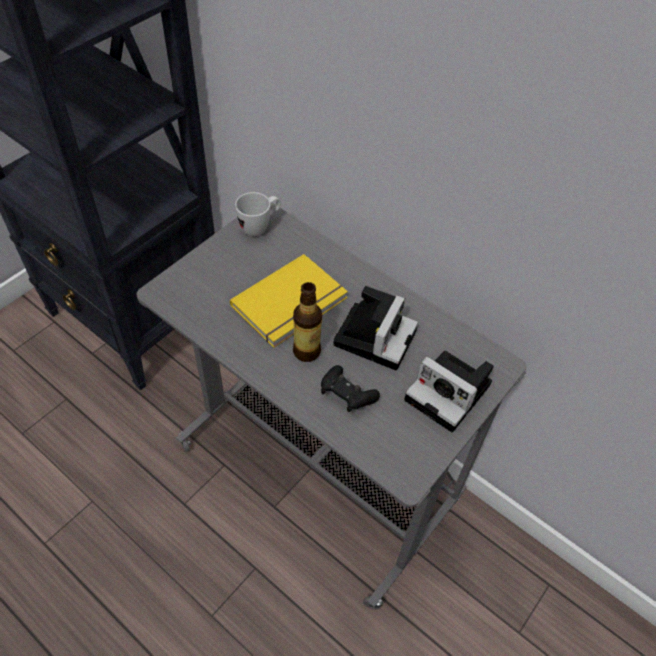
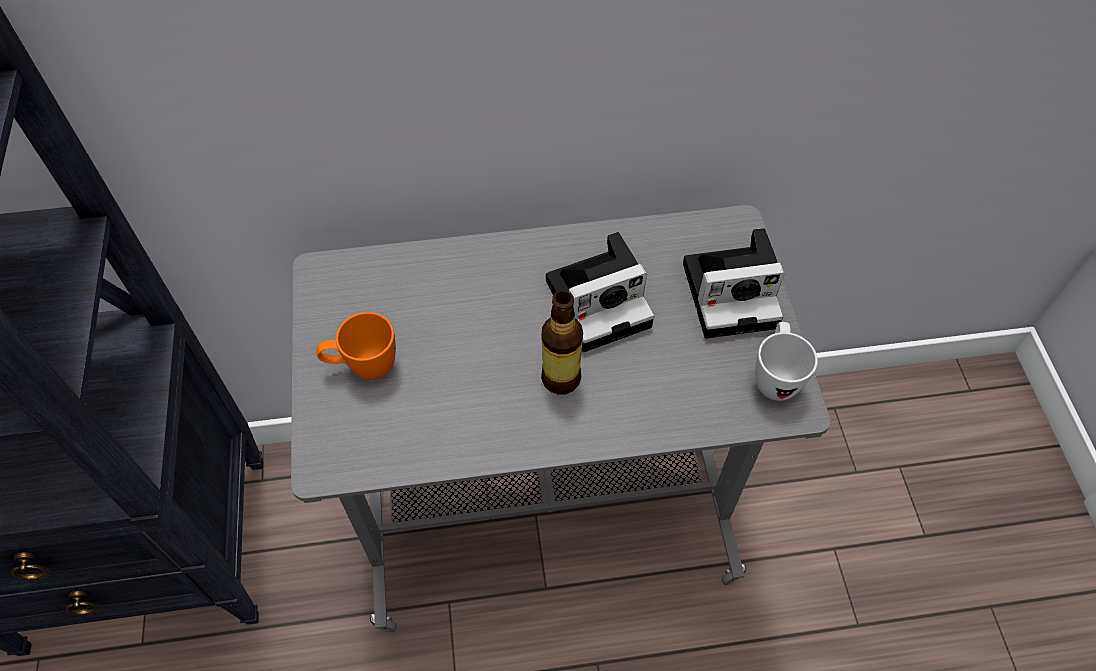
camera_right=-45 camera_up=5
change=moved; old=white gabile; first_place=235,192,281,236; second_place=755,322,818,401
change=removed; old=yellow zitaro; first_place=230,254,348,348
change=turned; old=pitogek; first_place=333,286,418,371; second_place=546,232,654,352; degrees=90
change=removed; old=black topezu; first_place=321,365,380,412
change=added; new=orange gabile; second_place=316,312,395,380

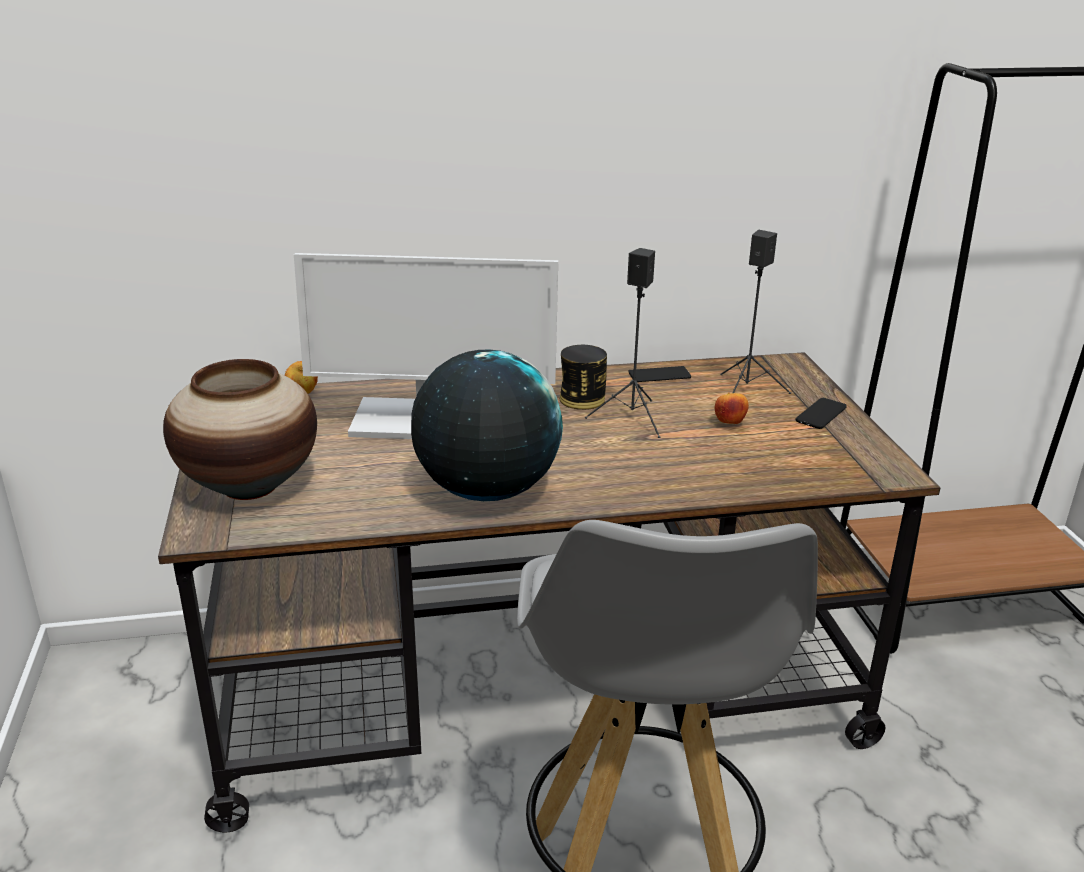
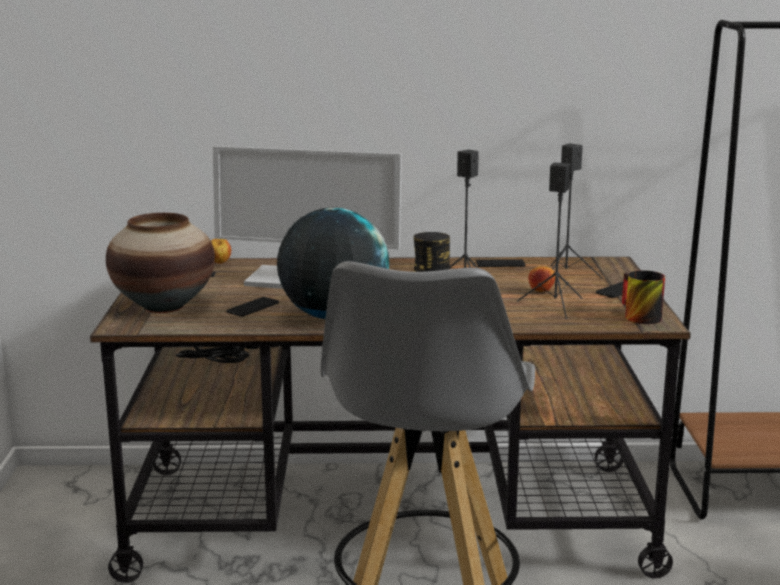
camera_right=10 camera_up=-10
change=added; new=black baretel; second_place=517,163,582,319
change=added; new=gabile; second_place=622,270,665,324
change=added; new=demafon; second_place=226,297,279,317

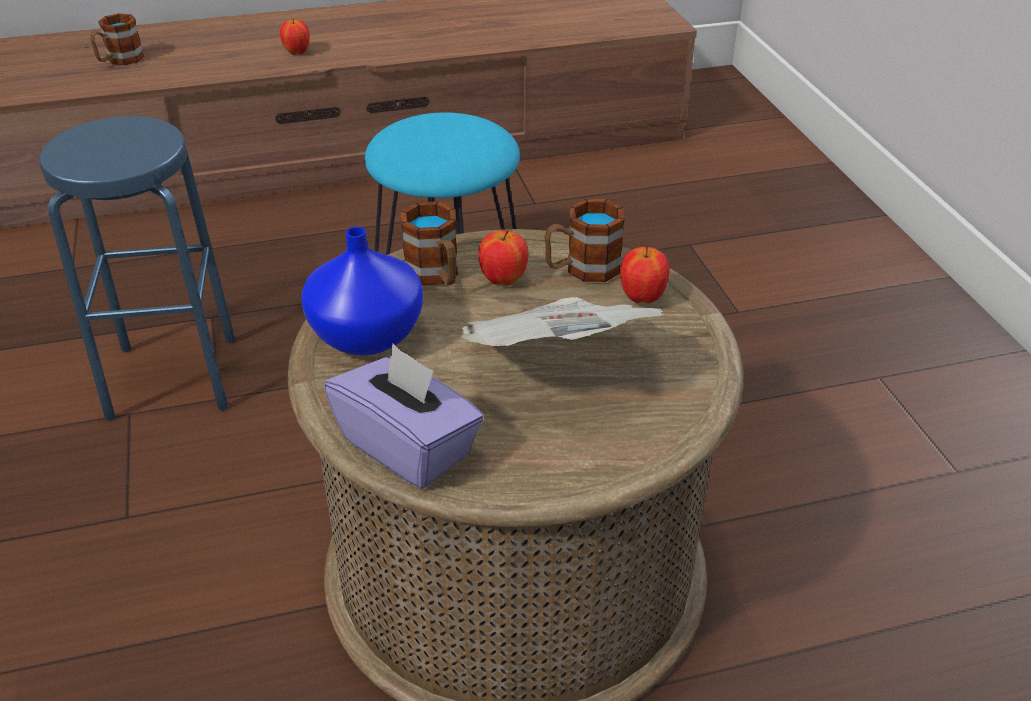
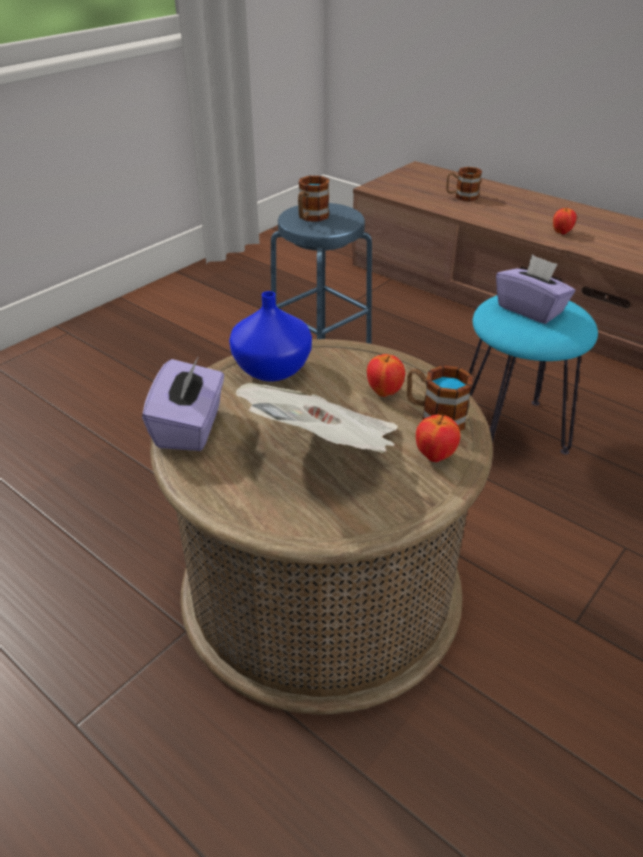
camera_right=55 camera_up=0
change=moved; old=gabile; first_place=401,201,458,285; second_place=298,176,329,222
change=added; new=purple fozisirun; second_place=496,255,575,324

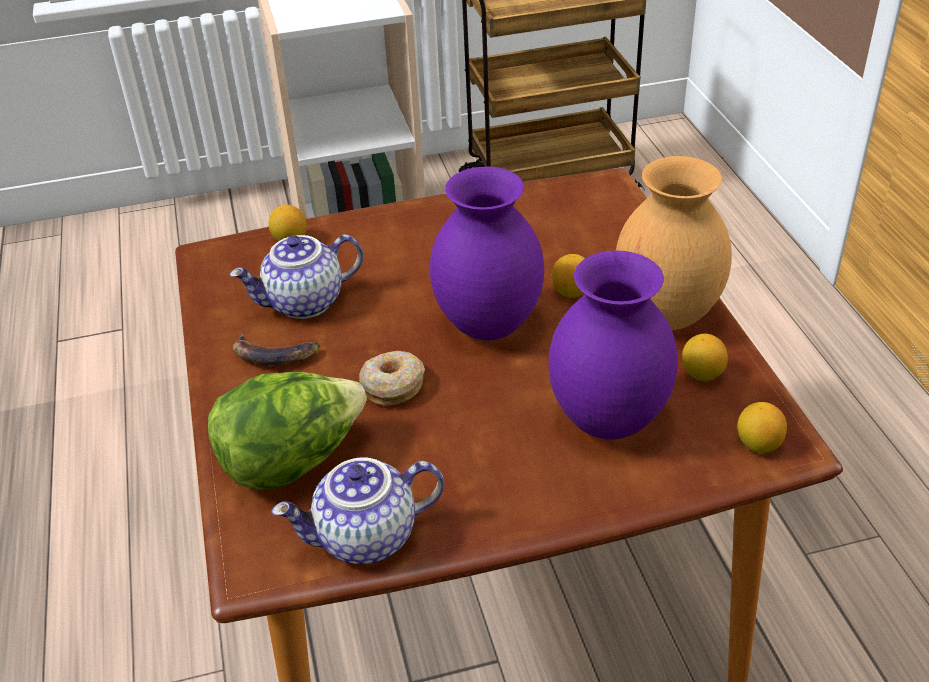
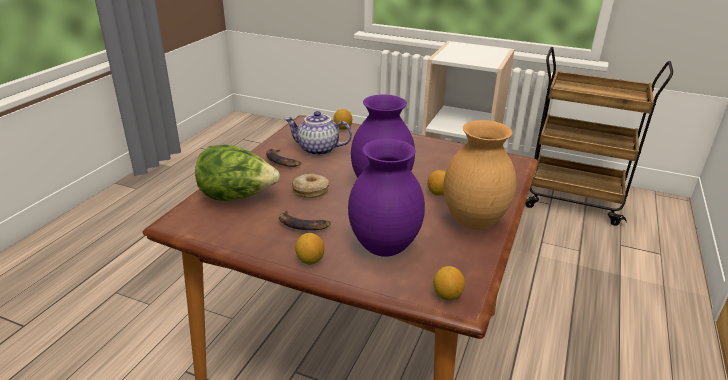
camera_right=35 camera_up=-10
change=moved; old=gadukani; first_place=682,334,728,381; second_place=295,233,324,264
change=removed; old=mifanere; first_place=272,457,444,564
change=added; new=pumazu; second_place=279,210,331,230

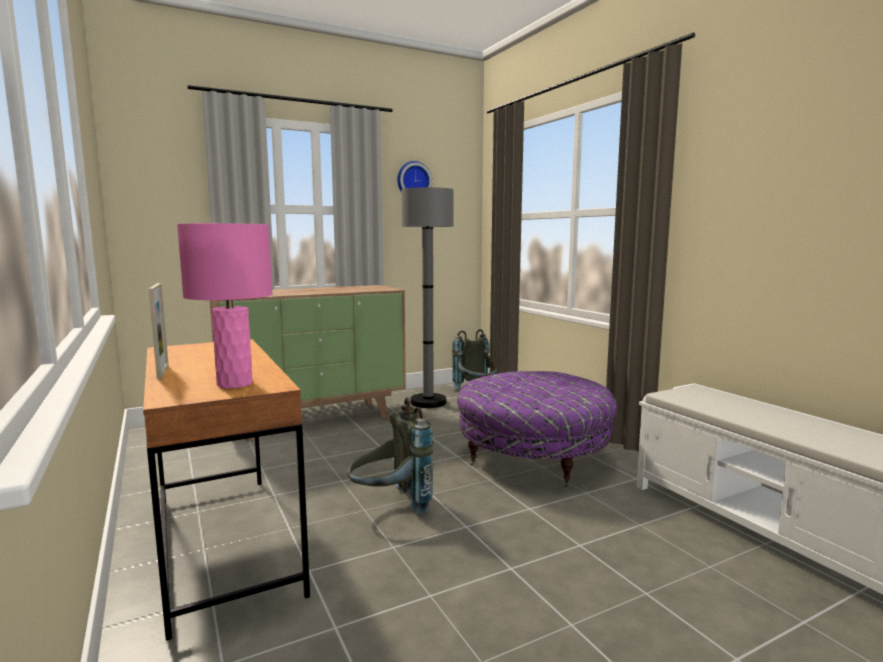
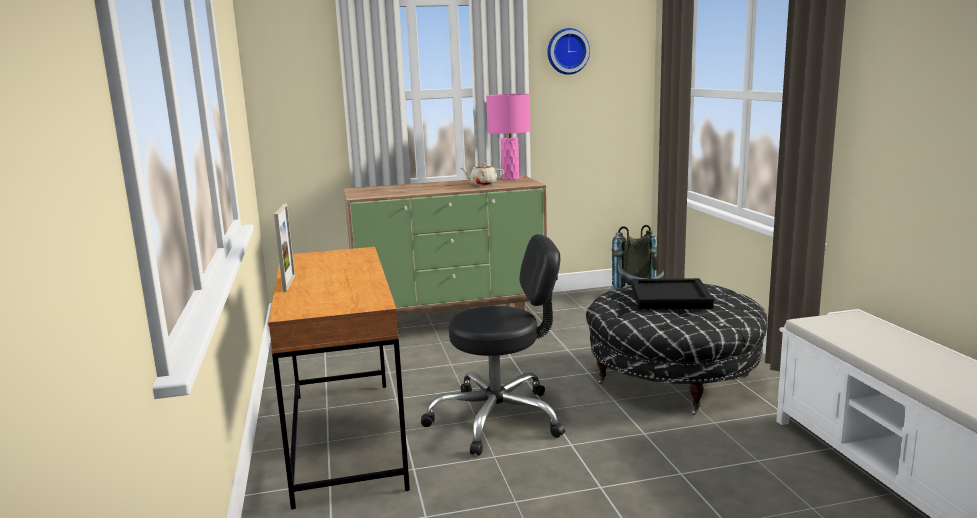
camera_right=15 camera_up=5
change=removed; old=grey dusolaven; first_place=401,187,454,408
change=moved; old=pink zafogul; first_place=177,223,273,389; second_place=486,94,531,180
change=recoloured; old=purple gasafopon; new=black gasafopon; first_place=457,371,617,487; second_place=586,284,767,415
change=replaced; old=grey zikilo; new=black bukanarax; first_place=347,397,433,514; second_place=421,234,565,456
change=added; new=beige mifanere; second_place=461,163,504,186
change=added; new=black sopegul; second_place=632,278,714,310

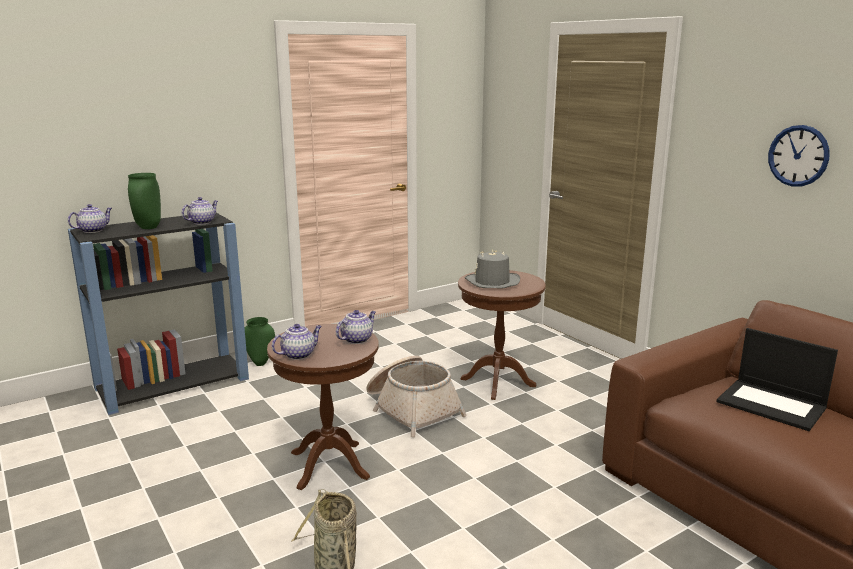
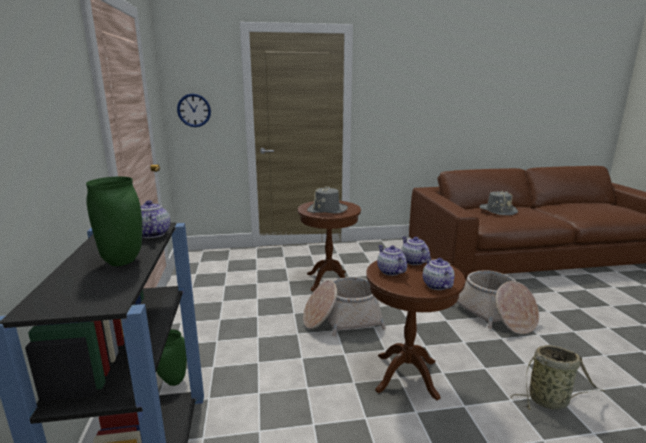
camera_right=-65 camera_up=0
change=moved; old=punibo; first_place=768,125,830,187; second_place=177,94,211,127
change=moved; old=mifanere; first_place=68,204,112,233; second_place=377,245,407,276
change=replaced; old=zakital; new=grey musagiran; first_place=716,328,838,431; second_place=479,190,518,215
change=added; new=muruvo; second_place=453,270,539,334

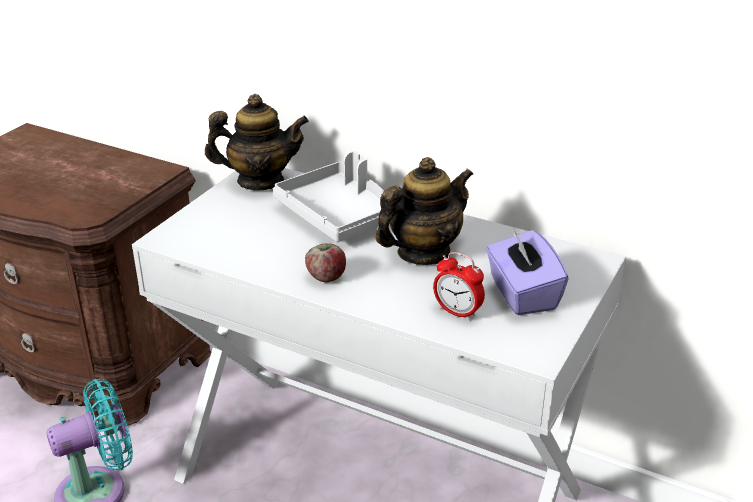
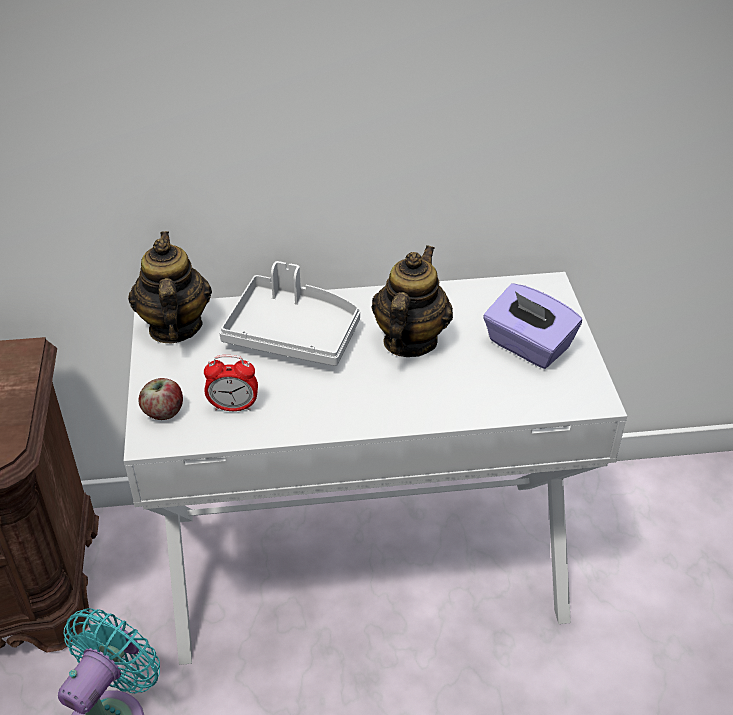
camera_right=-35 camera_up=10
change=turned; old=mifanere; first_place=205,94,309,191; second_place=128,231,212,343; degrees=-60
change=moved; old=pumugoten; first_place=305,243,346,283; second_place=138,378,183,420
change=moved; old=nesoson; first_place=433,252,485,321; second_place=204,355,258,411

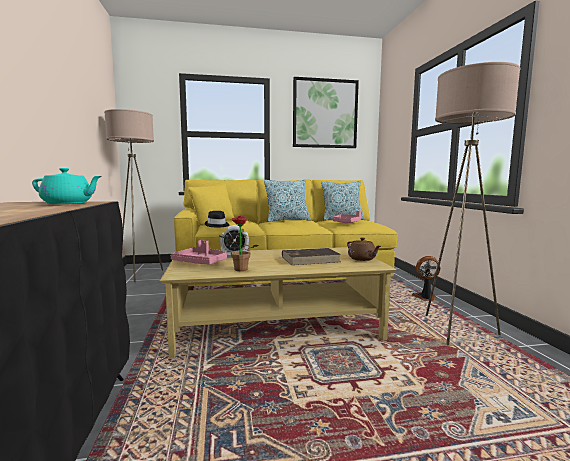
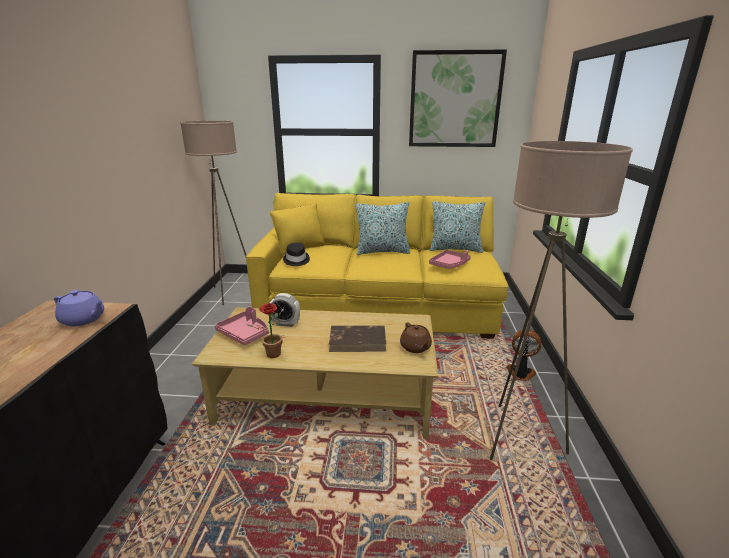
camera_right=15 camera_up=15
change=recoloured; old=turquoise mifanere; new=purple mifanere; first_place=32,168,102,204; second_place=54,290,104,327

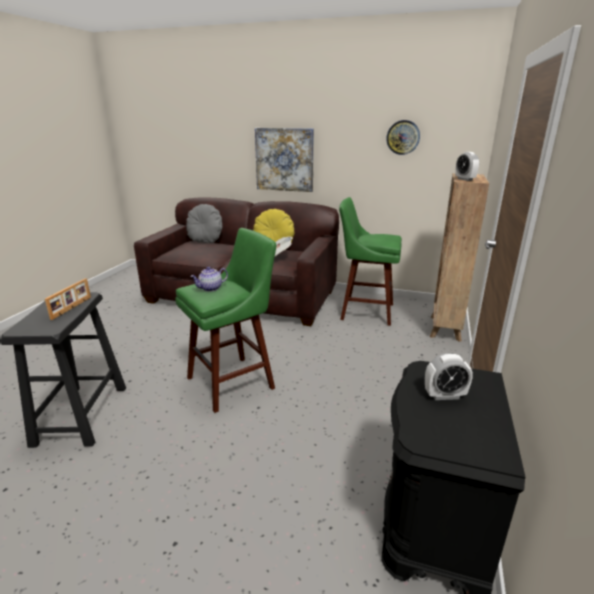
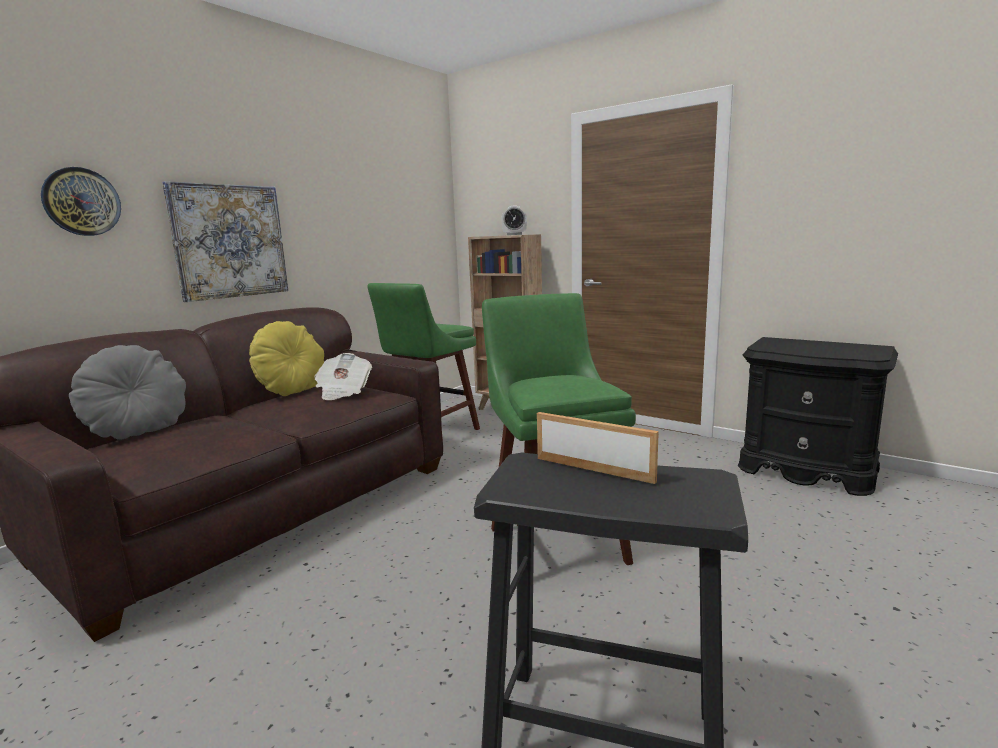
camera_right=-70 camera_up=-10
change=moved; old=punibo; first_place=386,120,420,155; second_place=41,167,121,236
change=removed; old=mifanere; first_place=190,267,228,292
change=removed; old=nesoson; first_place=425,353,473,400

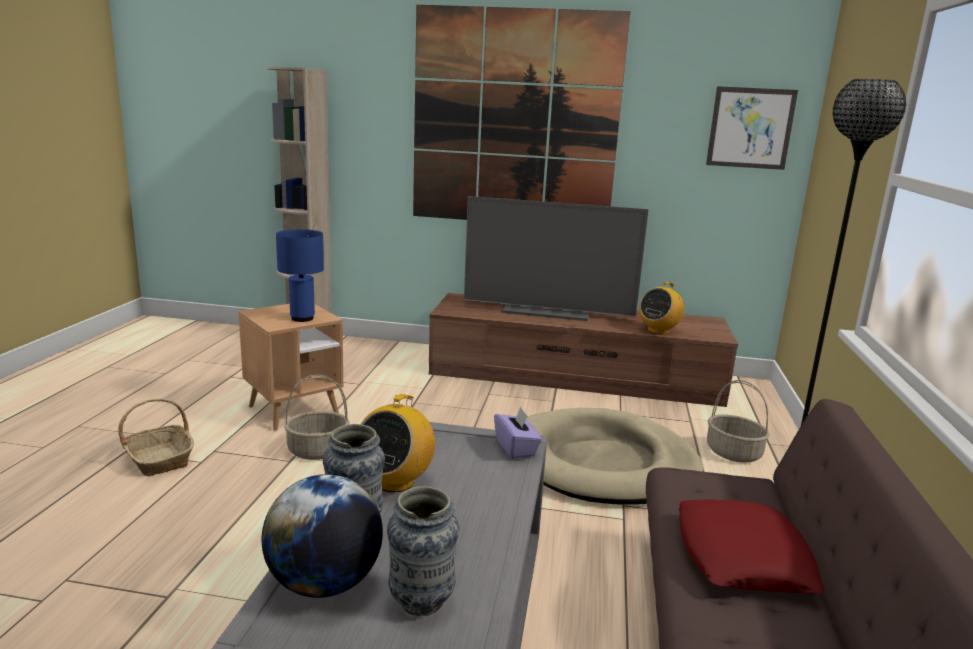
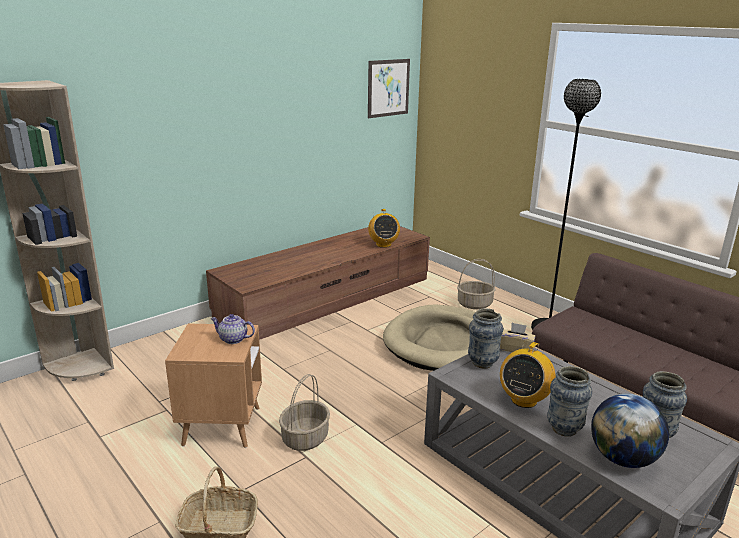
camera_right=-50 camera_up=5
change=removed; old=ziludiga; first_place=413,5,630,220
change=removed; old=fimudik; first_place=464,196,649,321
change=replaced; old=blue zafogul; new=mifanere; first_place=276,229,324,322; second_place=210,314,255,344
change=turned; old=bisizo; first_place=361,394,435,492; second_place=500,342,556,408; degrees=60
change=recoloured; old=purple fozisirun; new=beige fozisirun; first_place=494,407,542,459; second_place=500,323,535,352
change=removed; old=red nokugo; first_place=679,500,825,594
change=added; new=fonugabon; second_place=468,308,503,369

